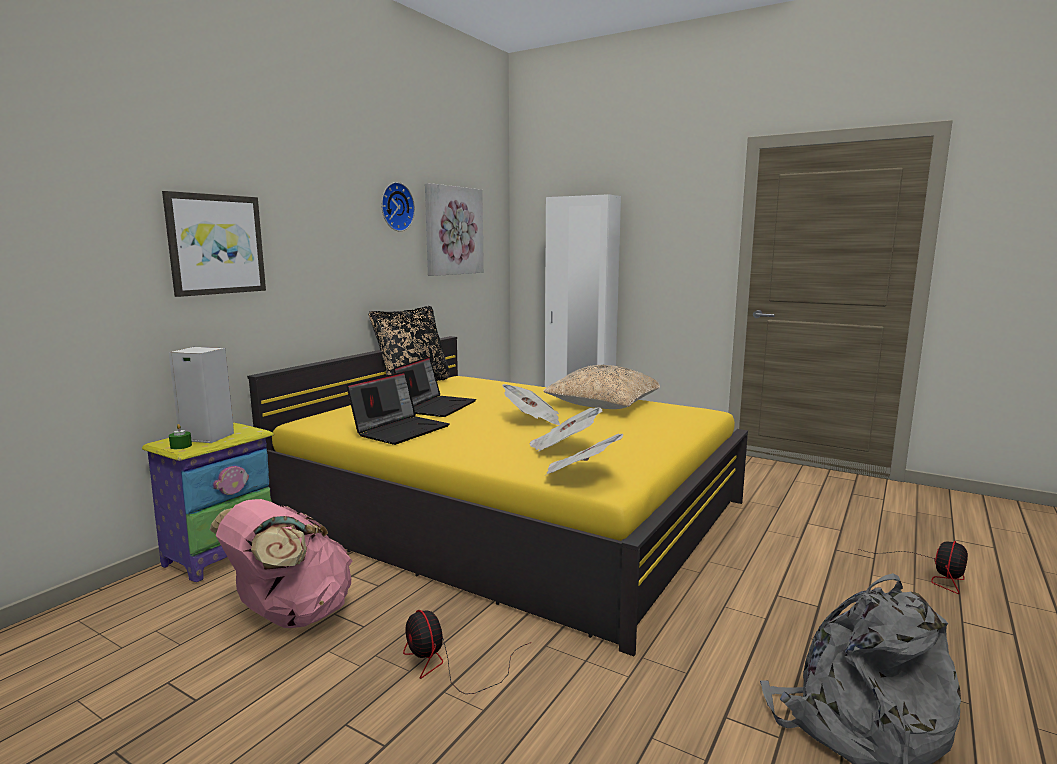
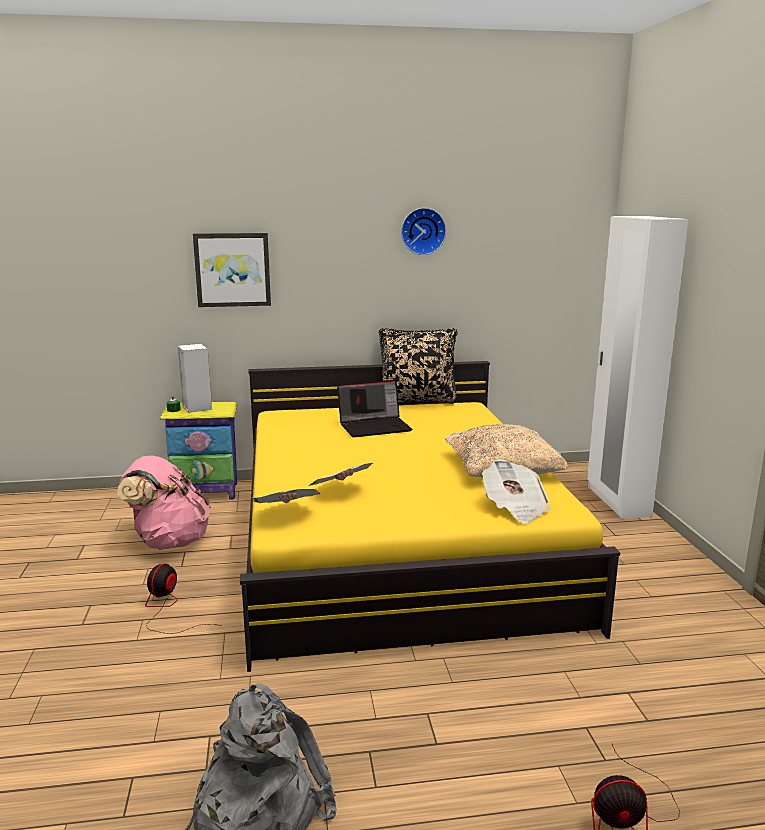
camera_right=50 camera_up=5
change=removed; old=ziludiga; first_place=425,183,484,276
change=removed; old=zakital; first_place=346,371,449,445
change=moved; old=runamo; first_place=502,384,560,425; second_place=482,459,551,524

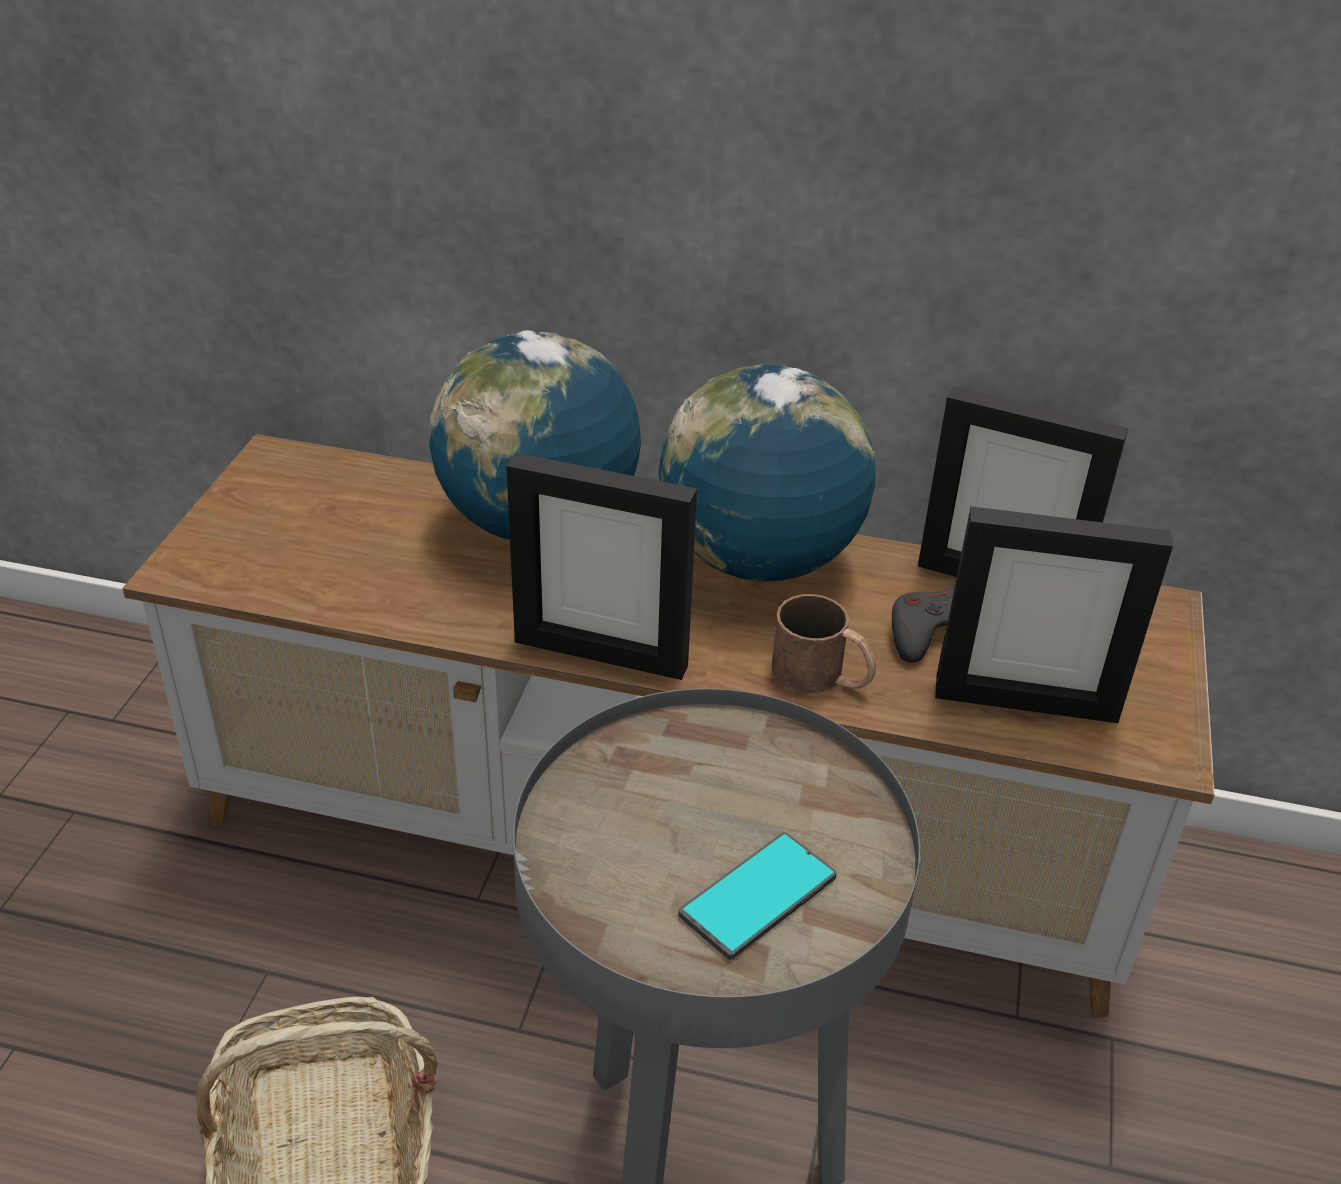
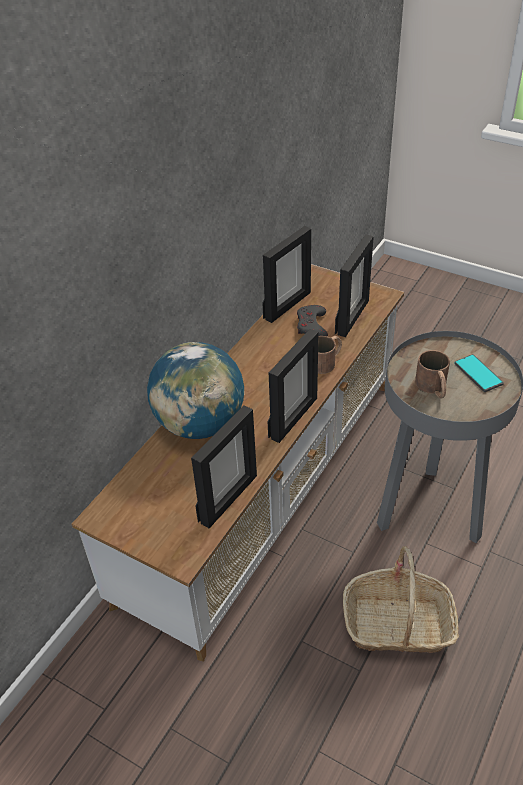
camera_right=-70 camera_up=5
change=removed; old=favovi; first_place=659,364,875,581
change=added; new=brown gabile; second_place=415,350,450,398
change=added; new=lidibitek; second_place=191,405,257,528

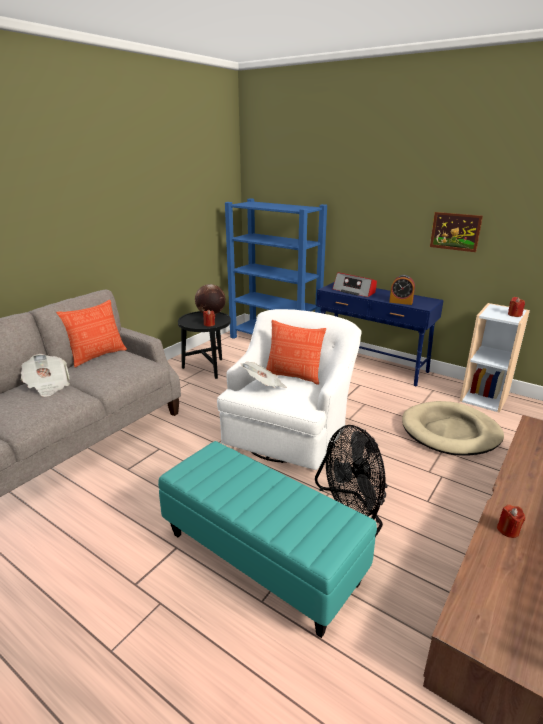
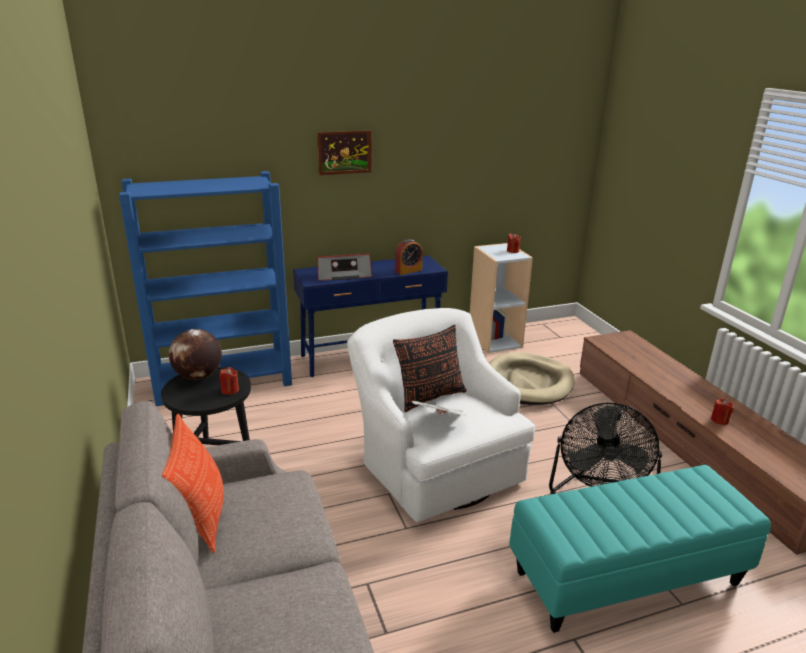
camera_right=-55 camera_up=0
change=moved; old=ziludiga; first_place=430,212,483,252; second_place=317,130,371,175
change=recoloured; old=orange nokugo; new=black nokugo; first_place=266,320,326,385; second_place=393,325,466,412
change=removed; old=runamo; first_place=21,354,70,397

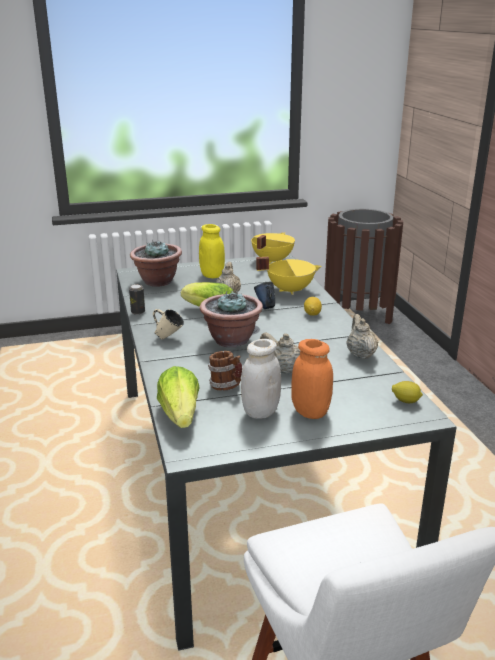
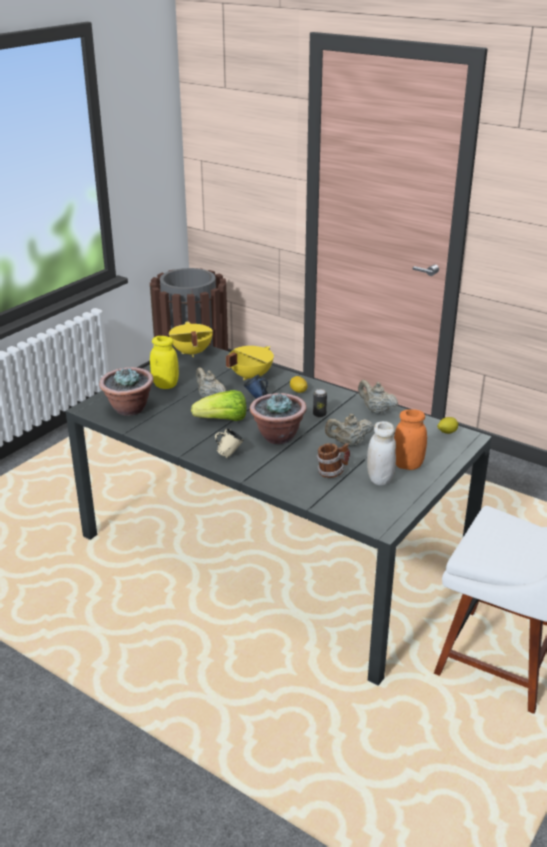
camera_right=-40 camera_up=5
change=moved; old=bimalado; first_place=129,284,145,315; second_place=313,389,327,418
change=removed; old=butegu; first_place=157,366,200,428

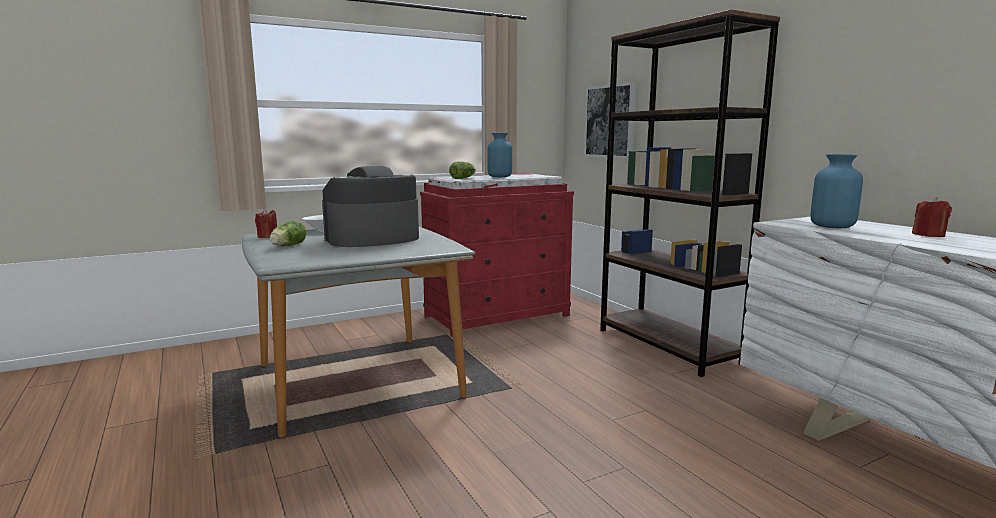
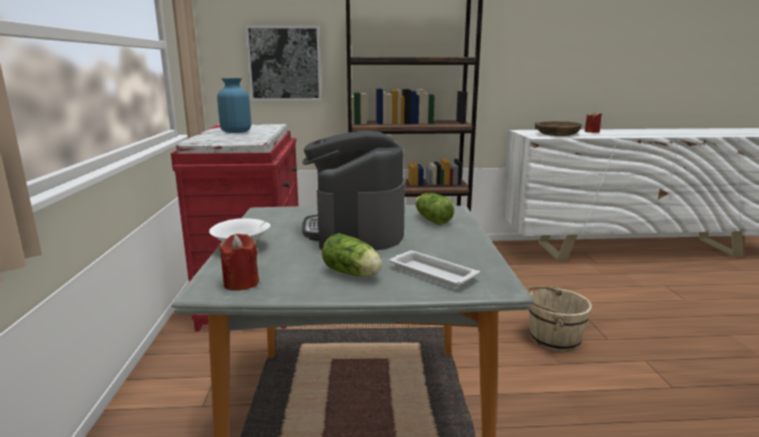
camera_right=-65 camera_up=5
change=replaced; old=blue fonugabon; new=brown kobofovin; first_place=810,154,863,228; second_place=535,121,582,136
change=moved; old=butegu; first_place=449,161,476,179; second_place=415,193,454,225
change=added; new=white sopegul; second_place=389,251,480,287
change=added; new=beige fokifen; second_place=526,286,592,352

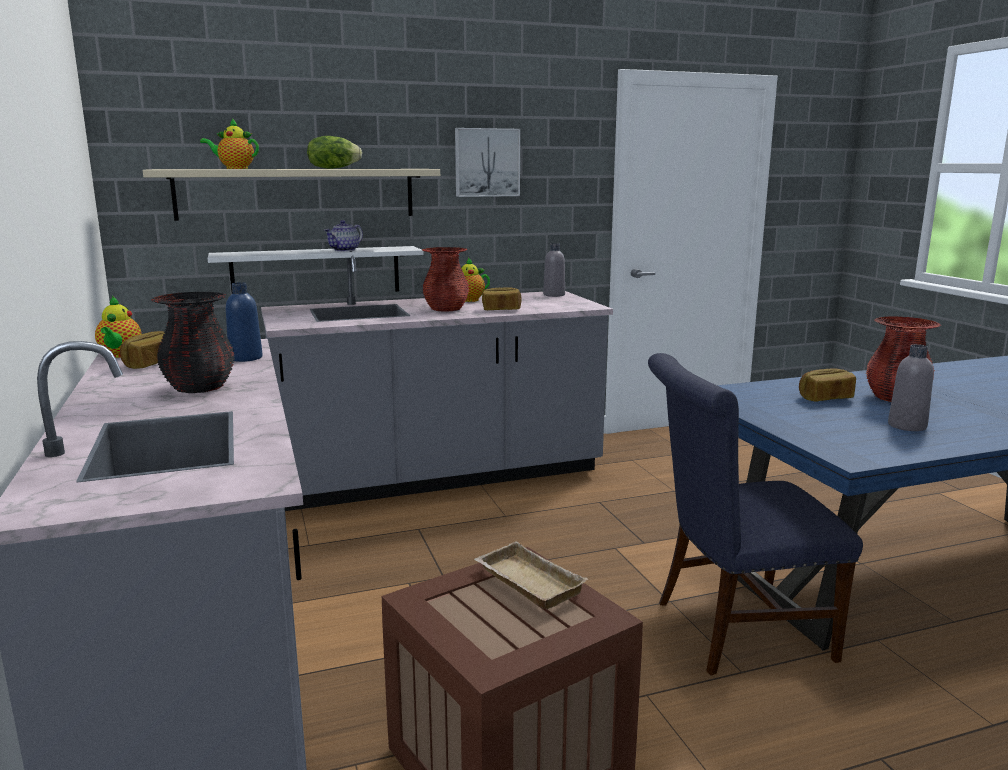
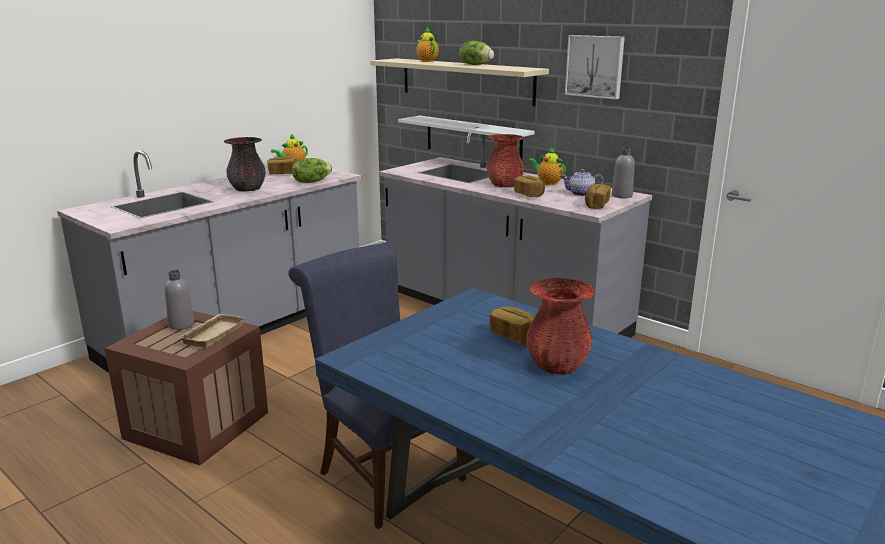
camera_right=60 camera_up=5
change=moved; old=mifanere; first_place=324,220,363,251; second_place=561,169,604,196
change=replaced; old=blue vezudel; new=butegu; first_place=226,282,263,362; second_place=292,158,332,183
change=moved; old=grey vezudel; first_place=888,344,934,431; second_place=165,270,194,330
change=added; new=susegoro; second_place=585,184,611,209

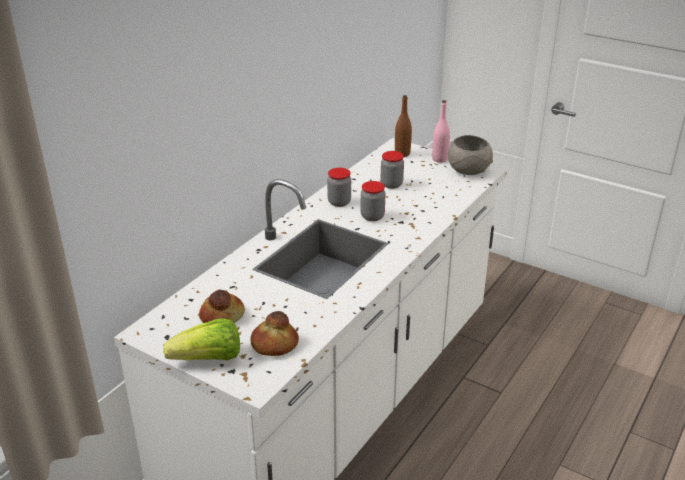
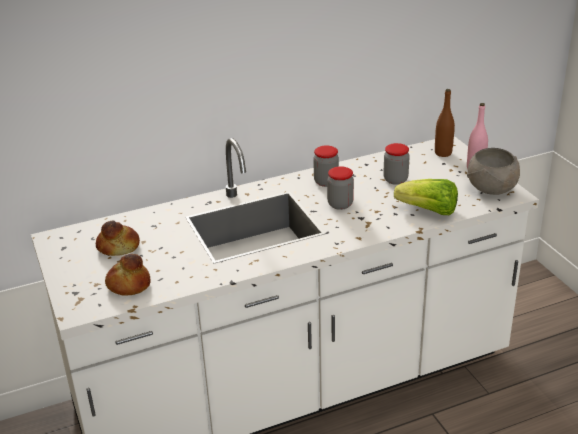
camera_right=35 camera_up=0
change=moved; old=butegu; first_place=163,318,240,360; second_place=394,179,458,215

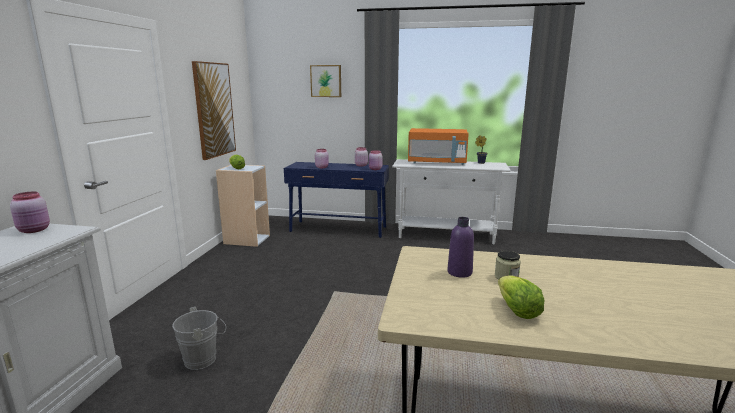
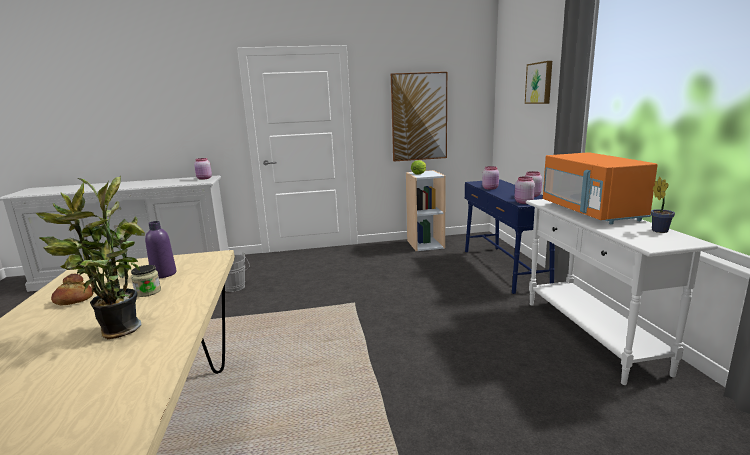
camera_right=70 camera_up=0
change=replaced; old=butegu; new=susegoro; first_place=498,275,545,319; second_place=51,274,94,305
change=added; new=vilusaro; second_place=36,176,145,339

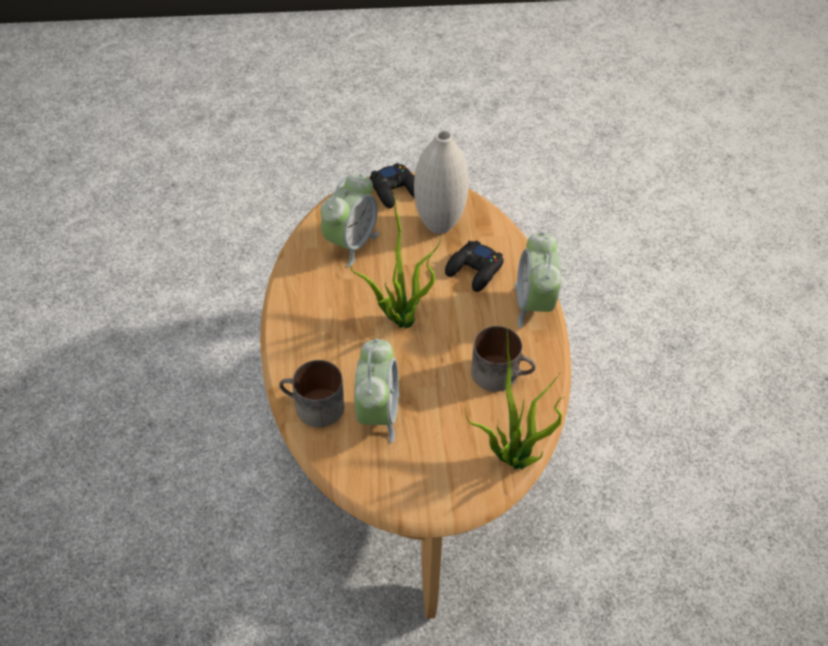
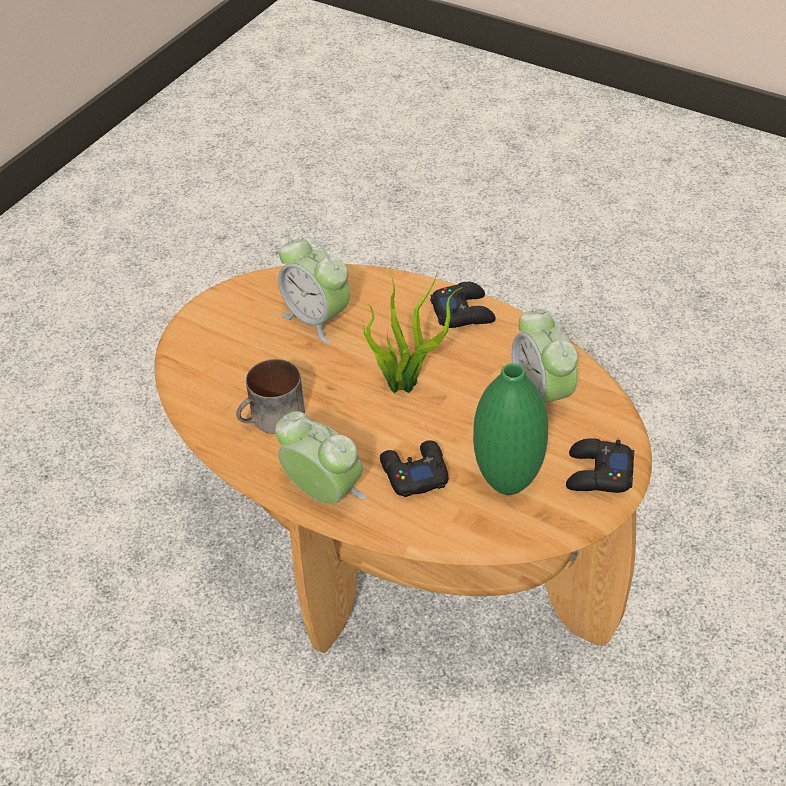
camera_right=130 camera_up=-5
change=recoloured; old=white fonugabon; new=green fonugabon; first_place=414,130,469,234; second_place=473,363,548,495
change=removed; old=vilusaro; first_place=465,332,564,469
change=removed; old=gabile; first_place=279,360,344,427
change=added; new=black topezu; second_place=430,282,496,328

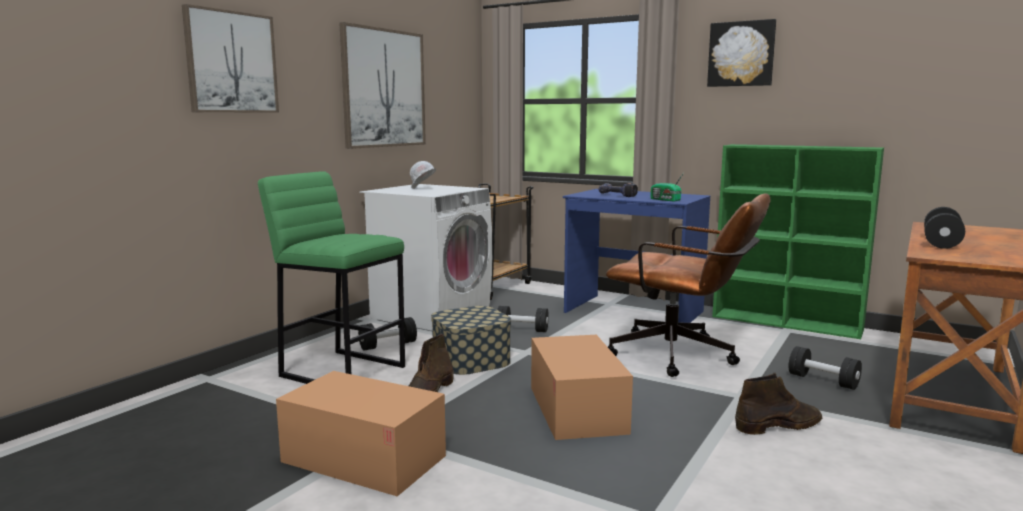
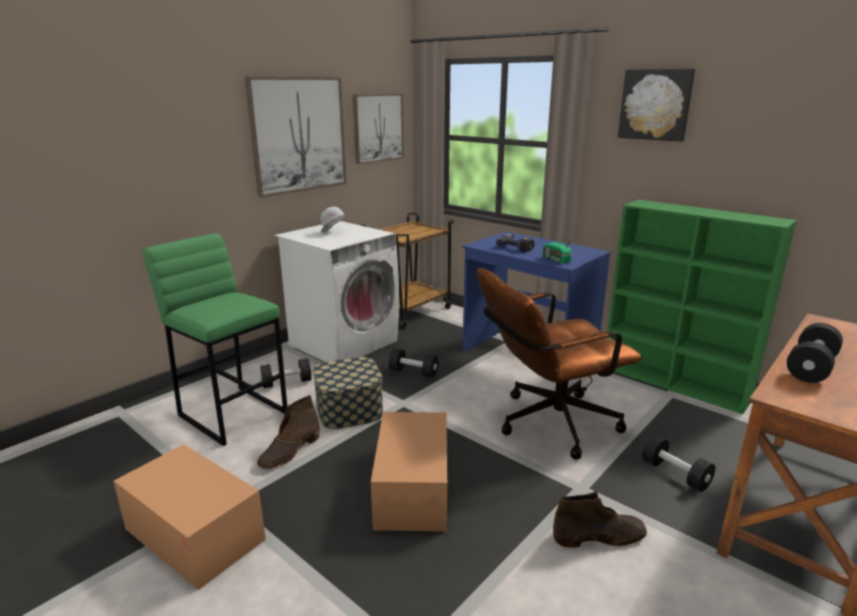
camera_right=10 camera_up=10
change=moved; old=ziludiga; first_place=182,4,279,113; second_place=353,94,404,164
change=turned; old=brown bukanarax; first_place=606,193,771,377; second_place=477,268,642,459; degrees=120

